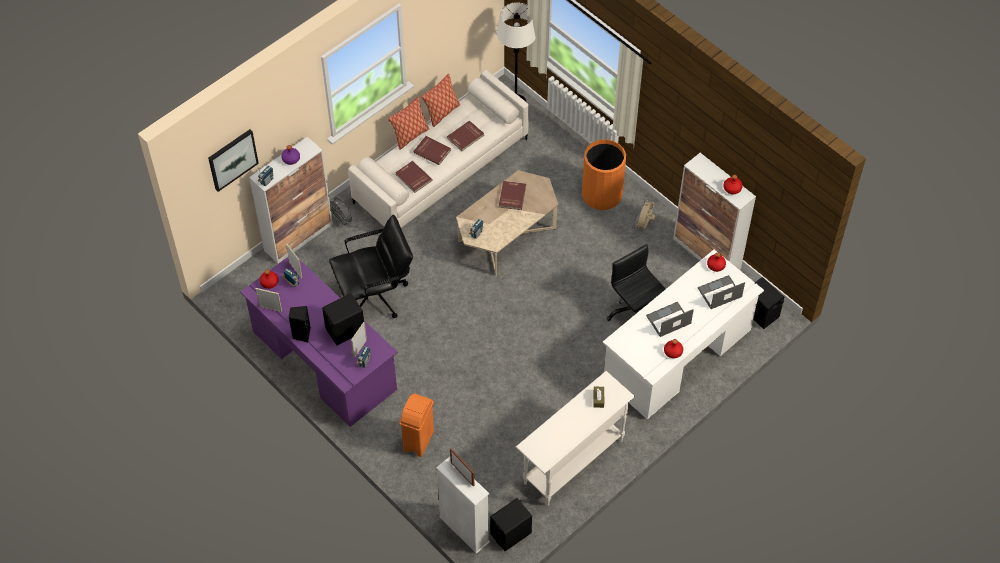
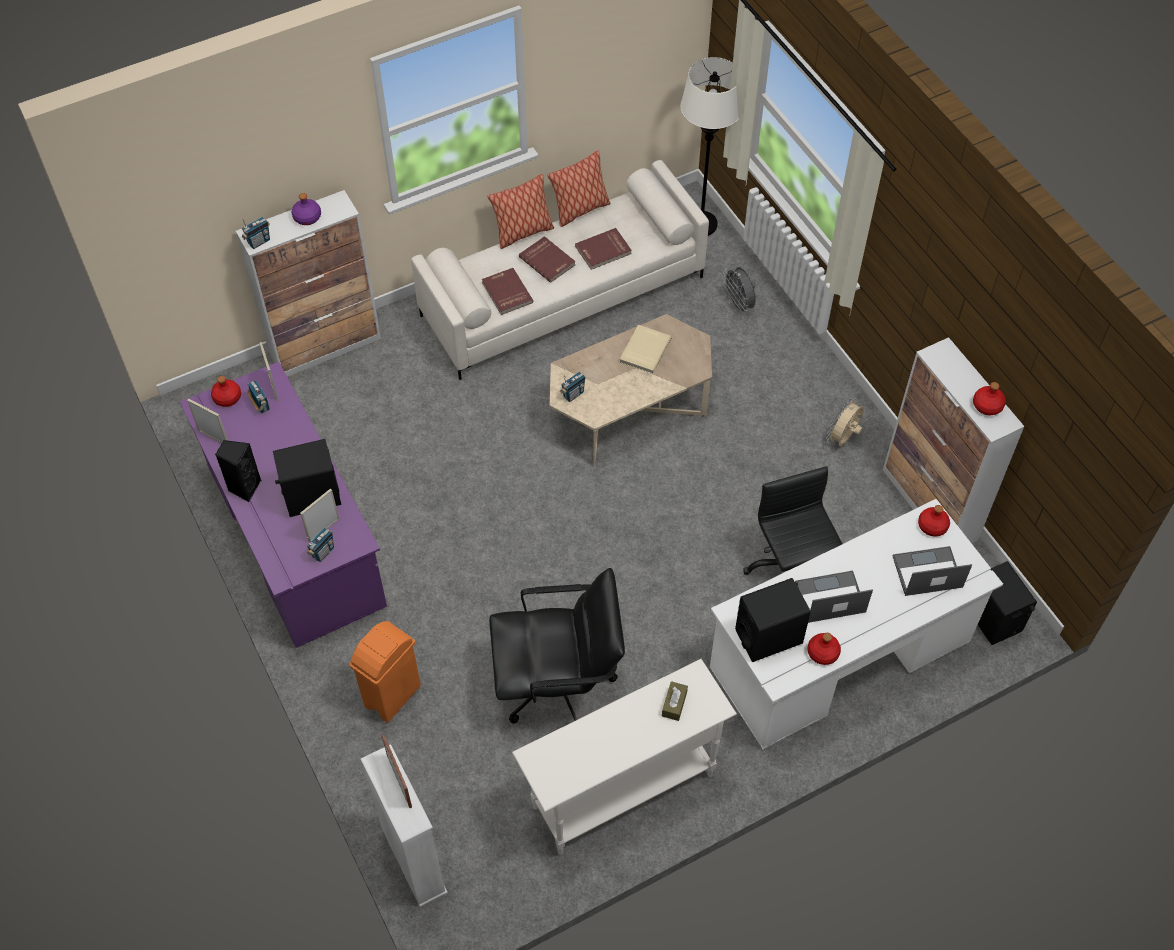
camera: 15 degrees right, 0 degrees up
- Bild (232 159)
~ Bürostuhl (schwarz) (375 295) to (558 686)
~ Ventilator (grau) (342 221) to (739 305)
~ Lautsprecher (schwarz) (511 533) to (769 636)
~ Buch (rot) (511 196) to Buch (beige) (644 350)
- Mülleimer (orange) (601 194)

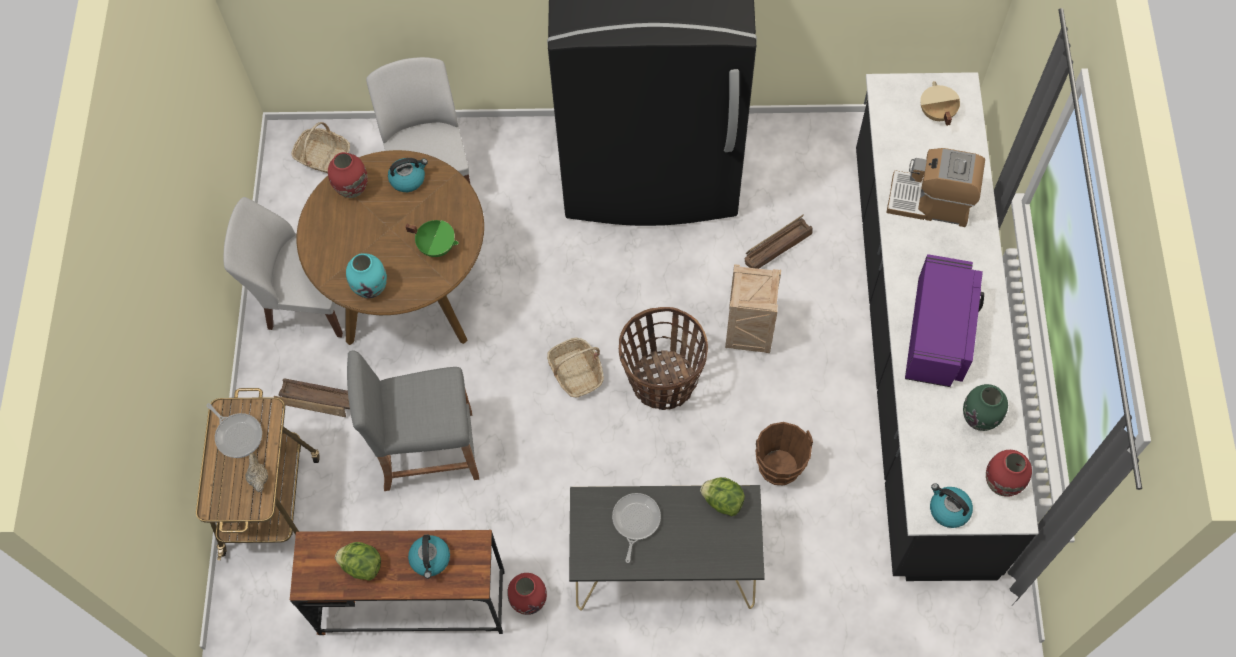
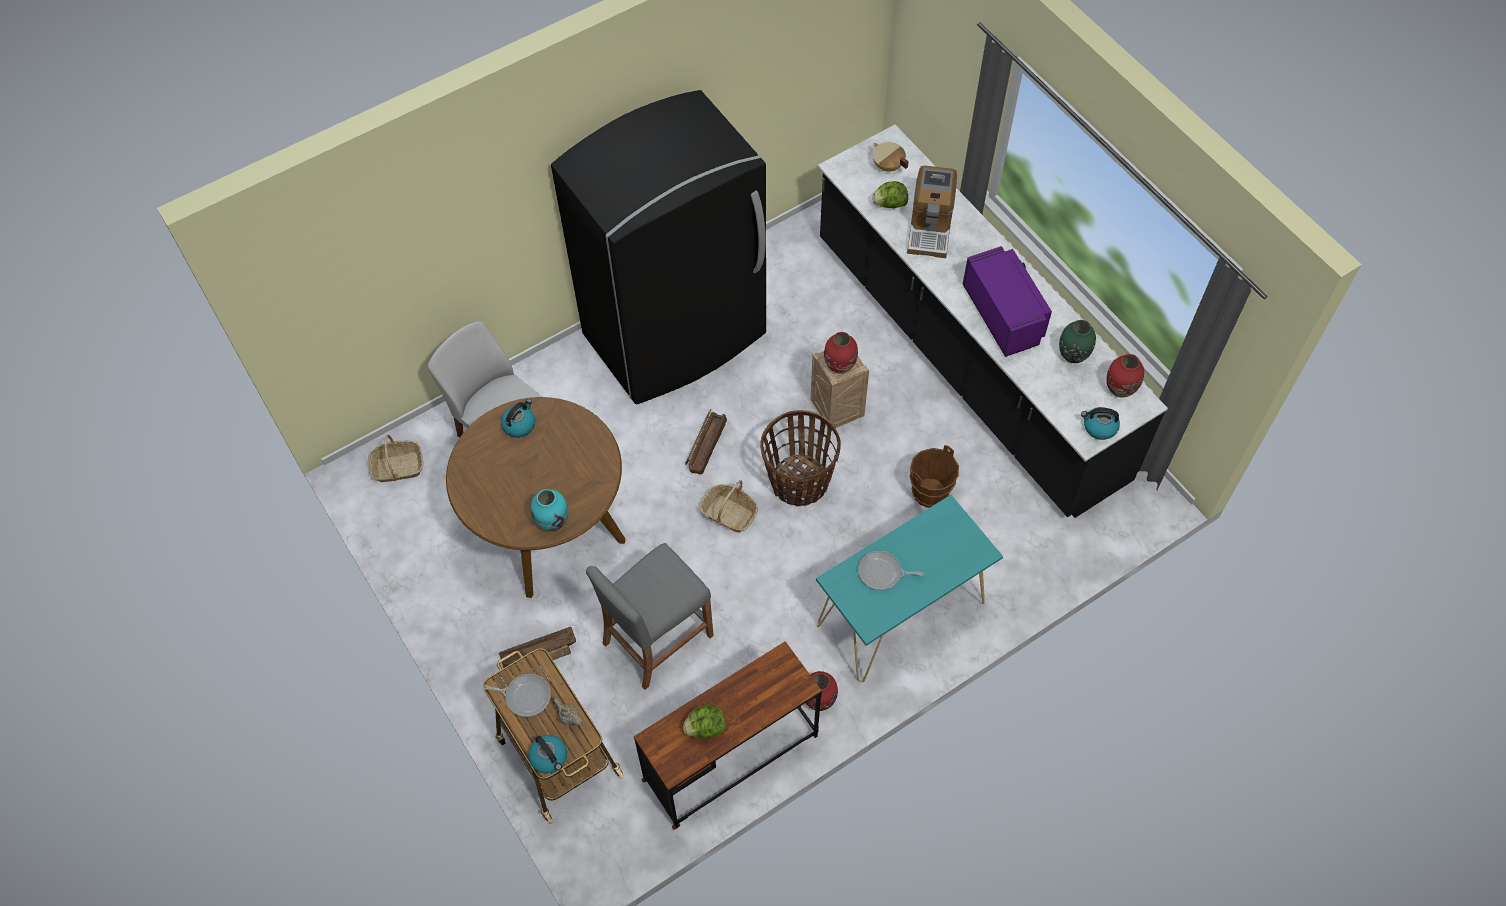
camera: 35 degrees left, 5 degrees down
- Stuhl (weiß) (309 300)
~ Vase (rot) (352 188) to (839 366)
- Kochtopf (grün) (437 246)
~ Wasserkessel (430 559) to (549 757)
~ Konsolentisch (schwarz) (663 567) to Konsolentisch (türkis) (900 614)
~ Pfanne (635 521) = (882 573) 60 degrees counterclockwise
~ Salatkopf (722 501) to (890 204)
~ Kiste (776 246) to (705 445)
~ Kaffeemaschine (931 201) = (930 228) 60 degrees counterclockwise

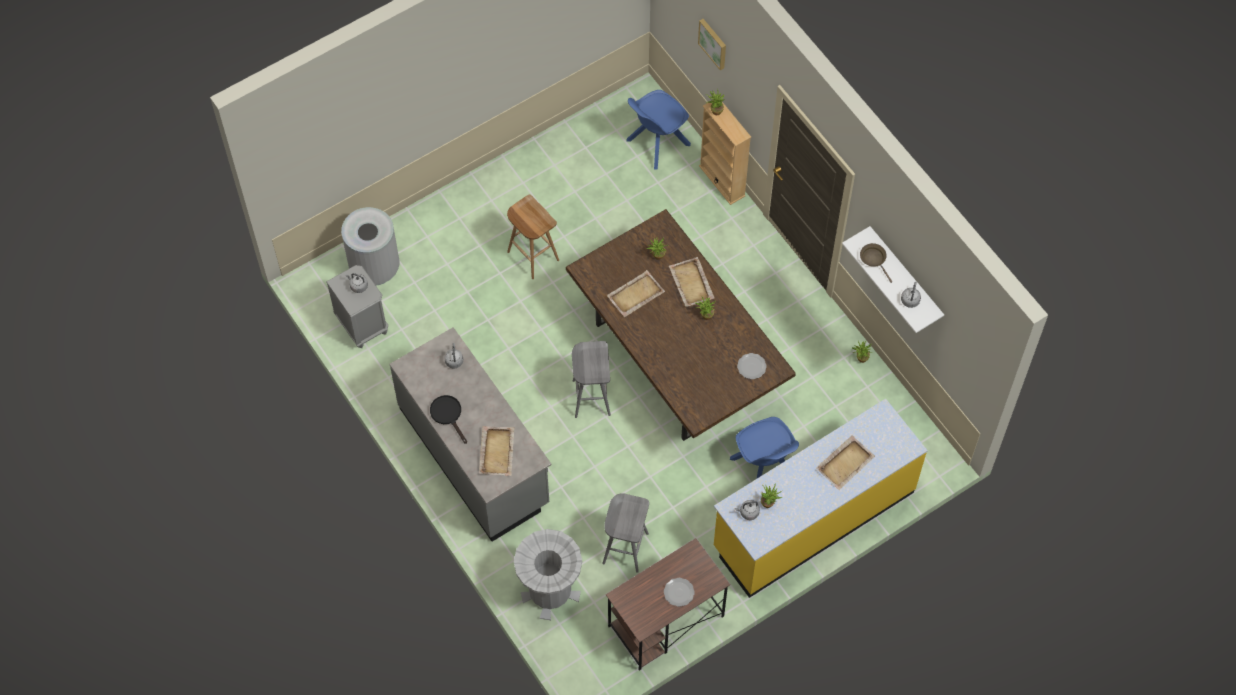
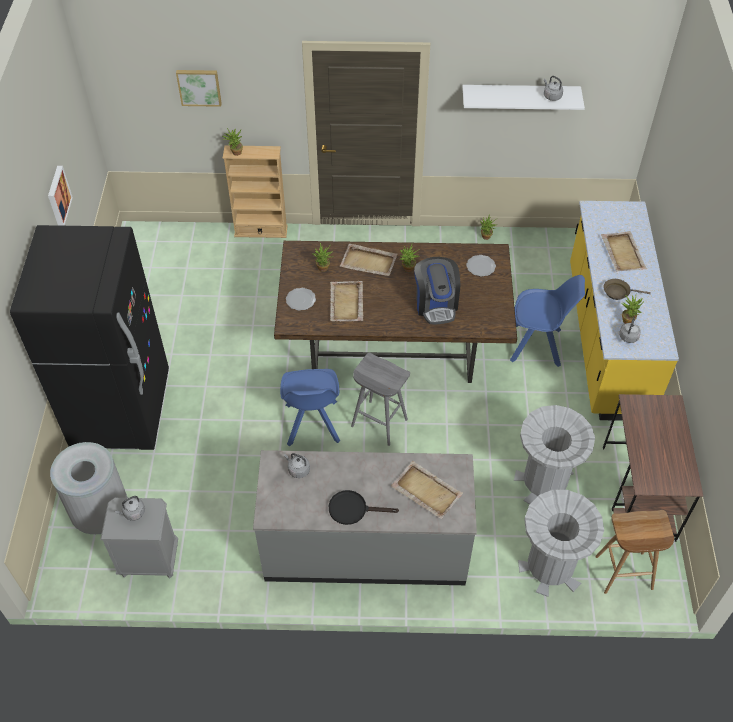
camera: 55 degrees left, 10 degrees down
~ Hocker (braun) (532 256) to (623 573)
~ Hocker (grau) (625 547) to Mülleimer (grau) (544 481)
~ Stuhl (blau) (656 143) to (312 424)
~ Teller (678 593) to (301 300)
~ Pfanne (braun) (874 259) to (618 292)
+ Kühlschrank (schwarz) (121 409)
+ Bild (58 196)
+ Kaffeemaschine (436 304)

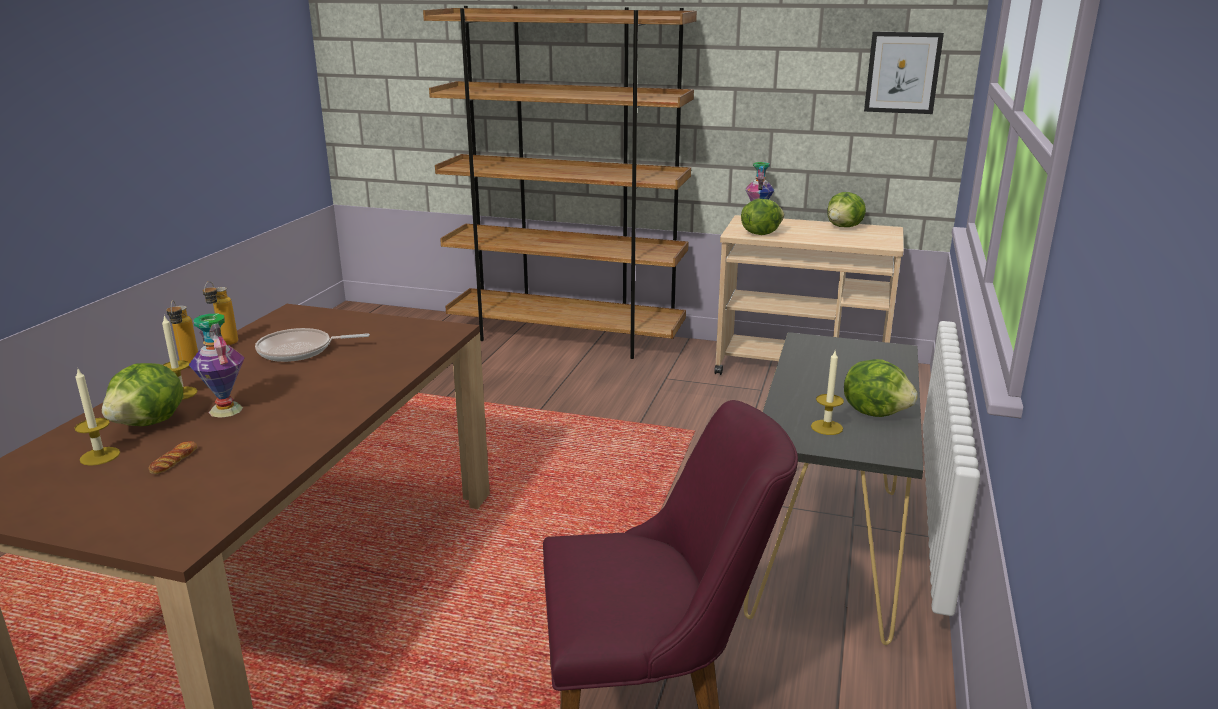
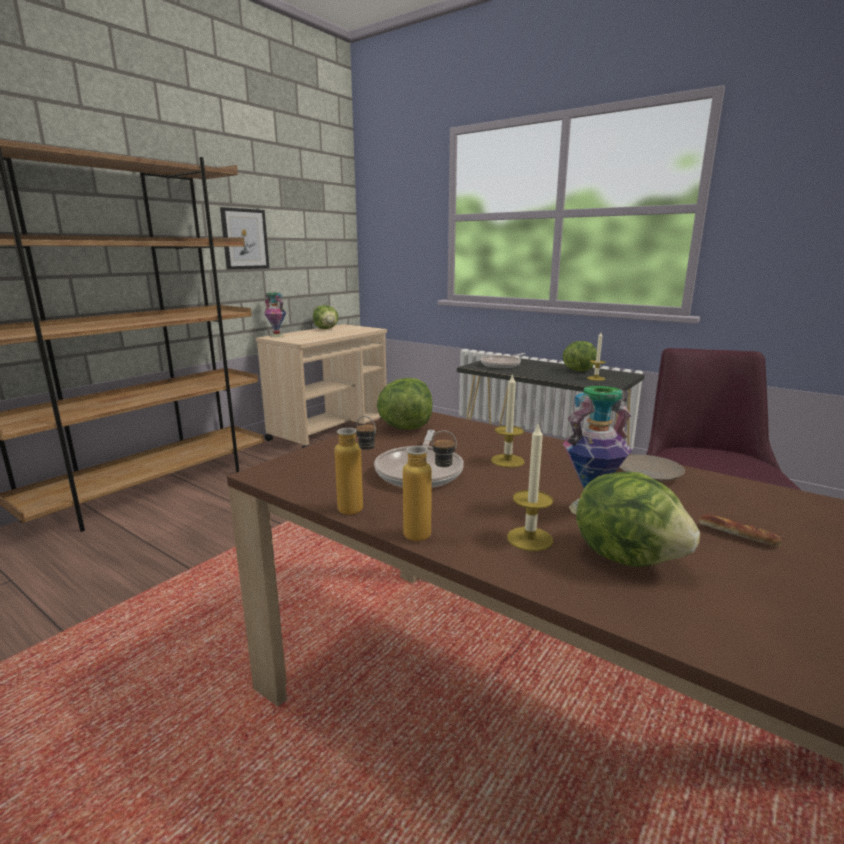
camera: 70 degrees left, 5 degrees down
~ Kerze (100 456) to (507 461)
~ Salatkopf (760 233) to (405 427)
~ Bild (902 72) to (245 239)
+ Pfanne (502 365)
+ Teller (beige) (648 475)

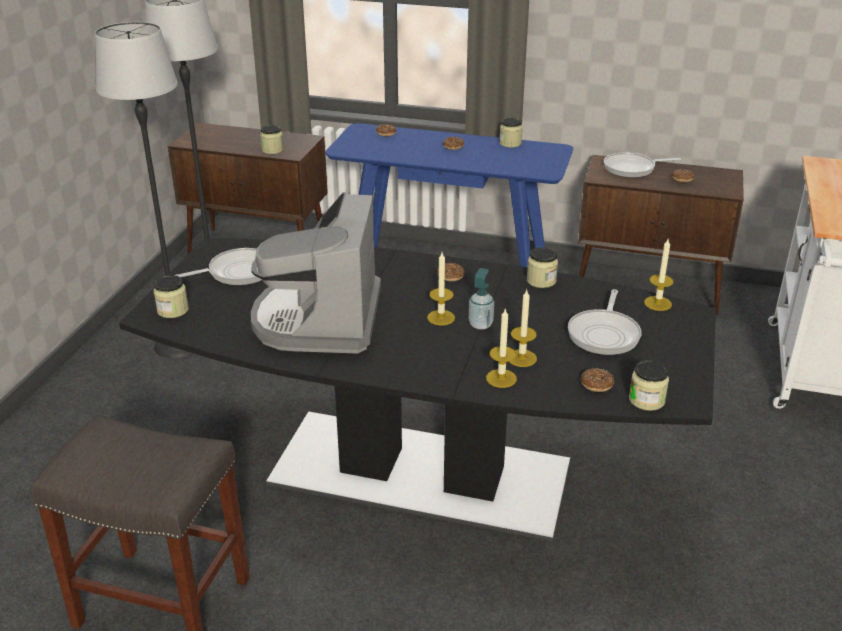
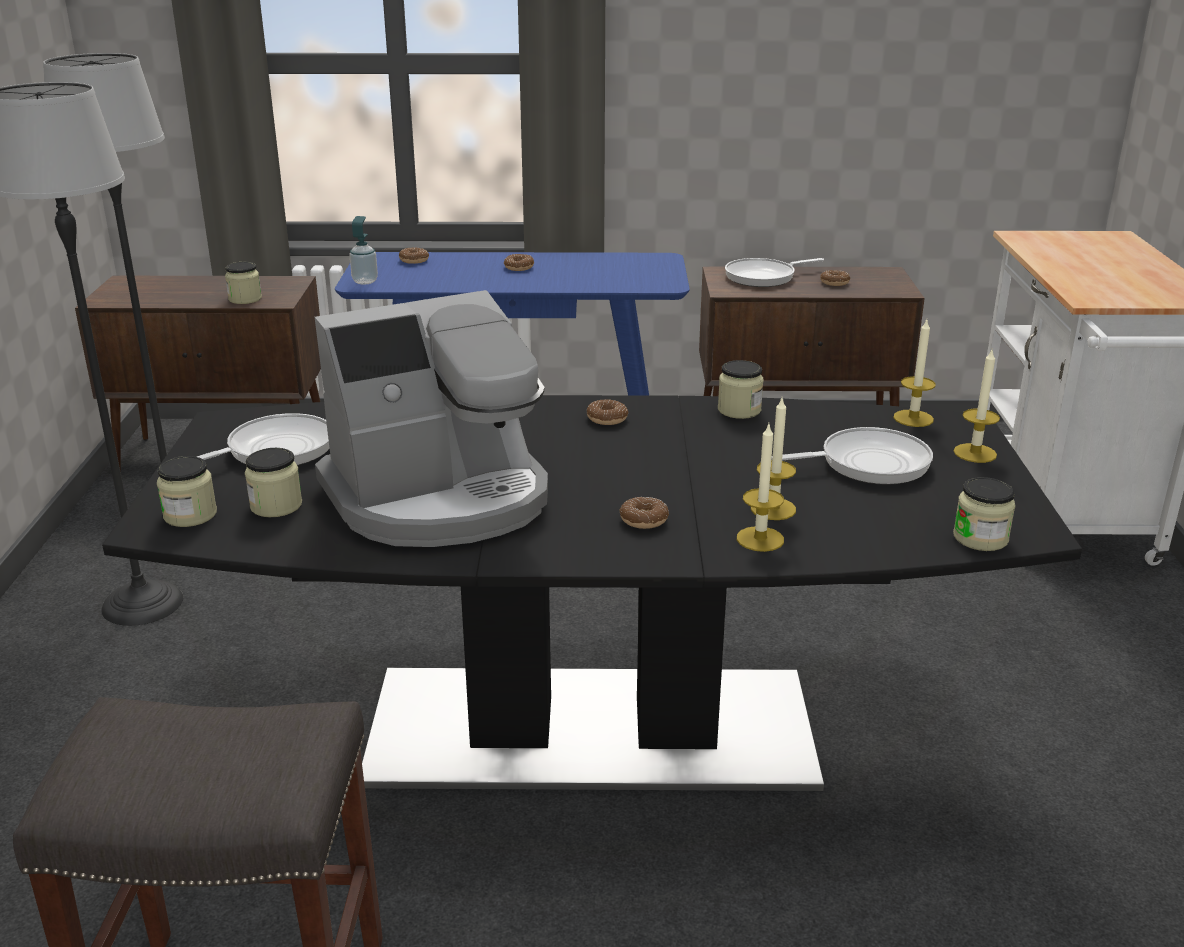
camera: 15 degrees left, 5 degrees down
~ Kaffeemaschine (319 319) = (440 498) 105 degrees counterclockwise
~ Kerze (441 317) to (975 453)
~ Seifenspender (480 324) to (365 281)
~ Vorratsglas (510 143) to (276 506)
~ Pfanne (604 334) = (868 463) 105 degrees counterclockwise
~ Donut (596 384) to (644 520)

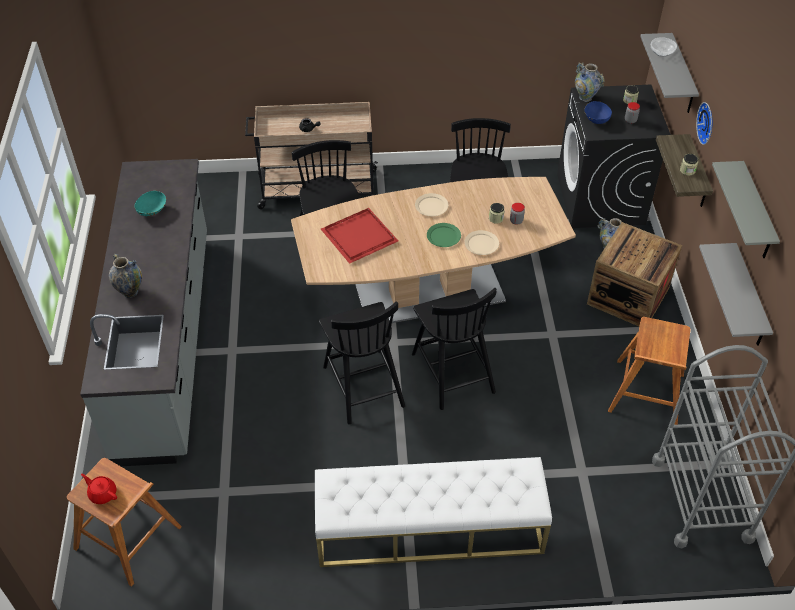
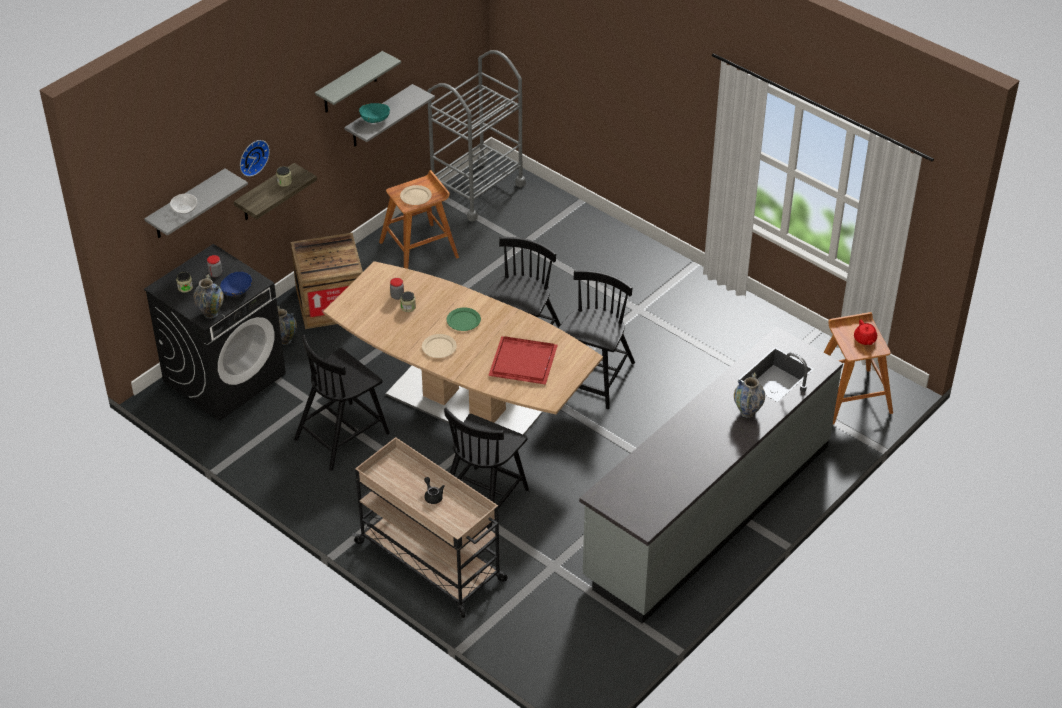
camera: 135 degrees left, 5 degrees down
~ Schüssel (türkis) (152 211) to (375 119)
- Bank (weiß) (429 529)
~ Teller (beige) (481 244) to (416 196)

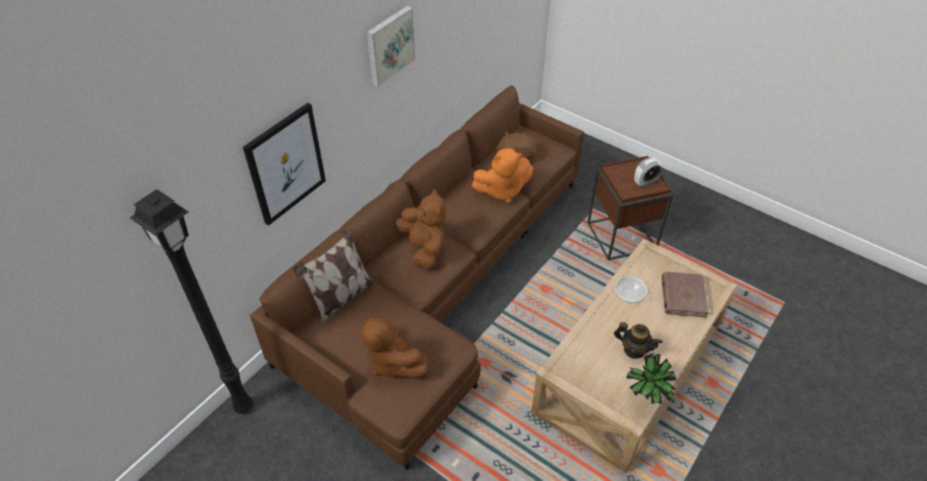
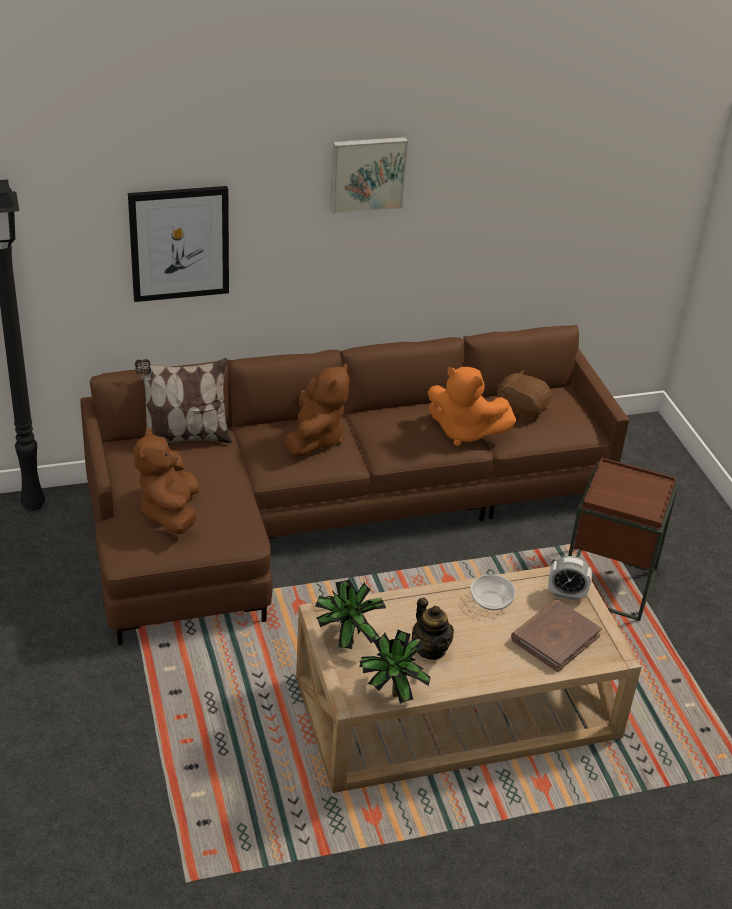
camera: 35 degrees right, 10 degrees down
~ Wecker (645 182) to (566 594)
+ Topfpflanze (346 640)

